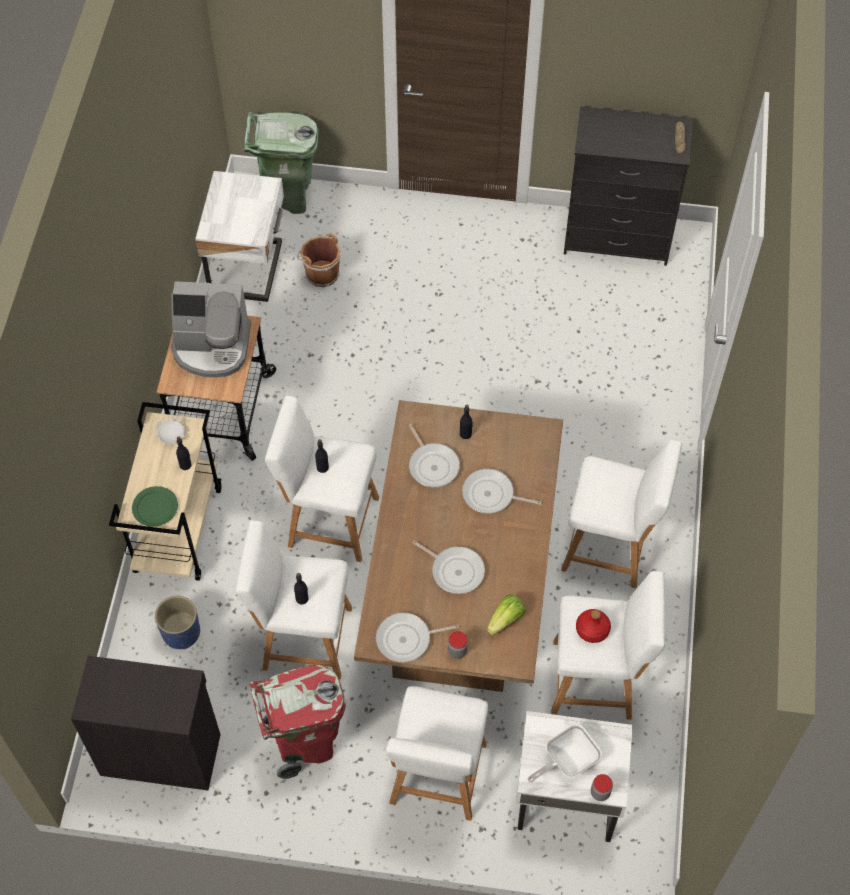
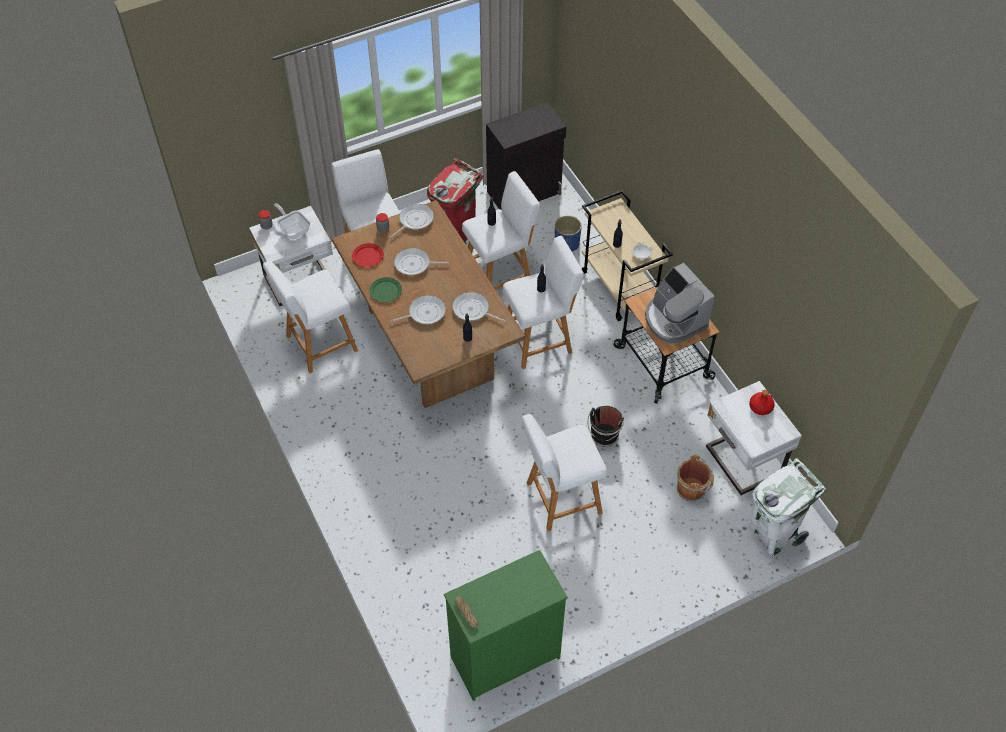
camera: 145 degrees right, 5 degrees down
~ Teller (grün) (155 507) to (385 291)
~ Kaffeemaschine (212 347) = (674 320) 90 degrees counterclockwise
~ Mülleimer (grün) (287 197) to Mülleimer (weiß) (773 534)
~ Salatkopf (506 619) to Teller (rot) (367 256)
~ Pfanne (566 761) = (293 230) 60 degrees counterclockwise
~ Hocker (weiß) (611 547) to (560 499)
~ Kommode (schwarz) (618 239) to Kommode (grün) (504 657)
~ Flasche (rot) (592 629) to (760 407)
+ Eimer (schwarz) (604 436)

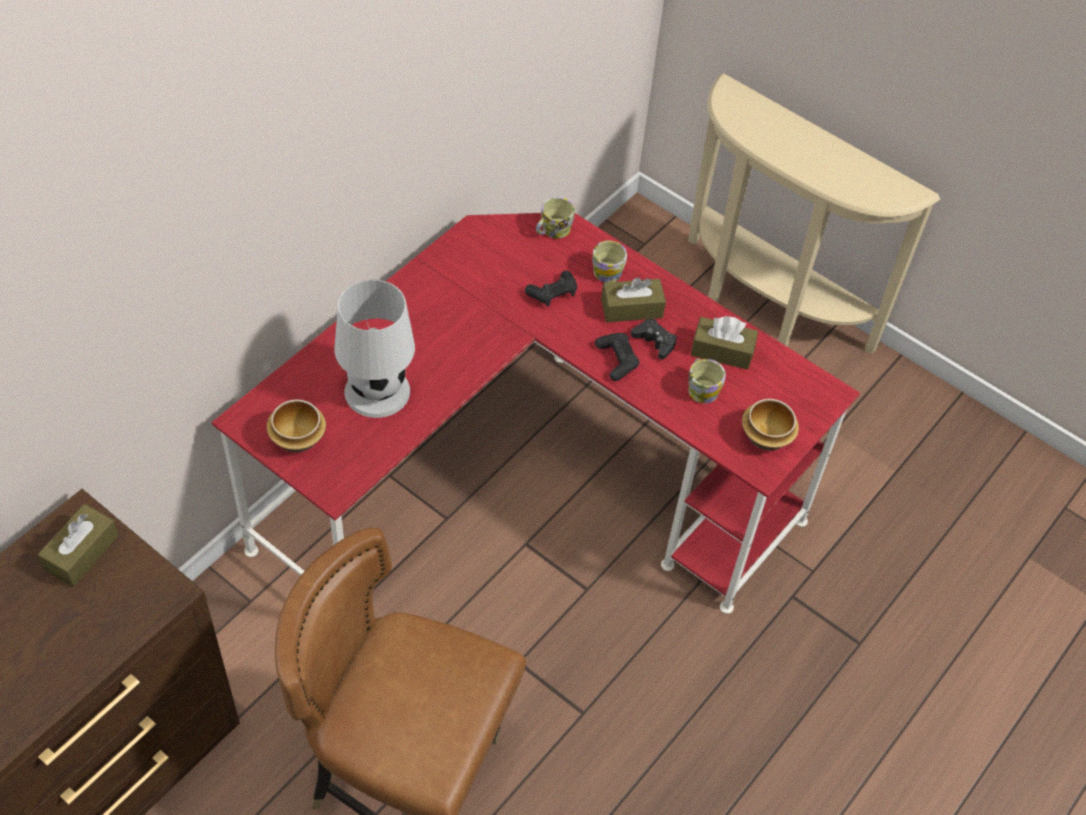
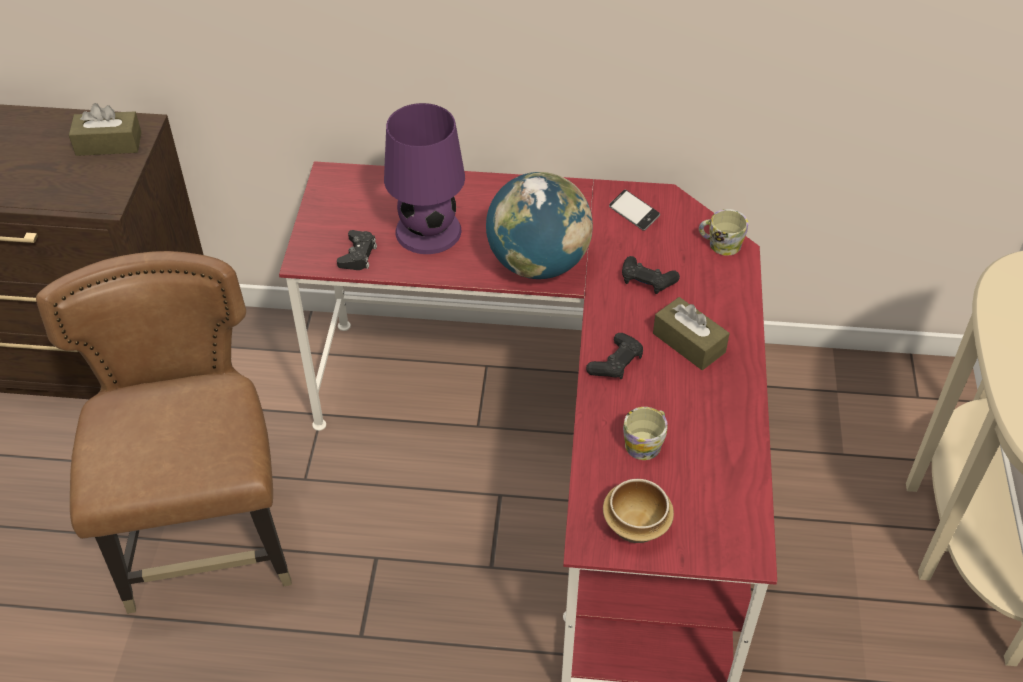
camera: 60 degrees right, 5 degrees down
- Schüssel (297 437)
~ Tischlampe (weiß) (378 391) to Tischlampe (lila) (428 231)
- Henkelbecher (609 269)
~ Gamepad (schwarz) (654 342) to (358 255)
- Taschentuchbox (braun) (722 351)
+ Globus (538 263)
+ Handy (633 213)

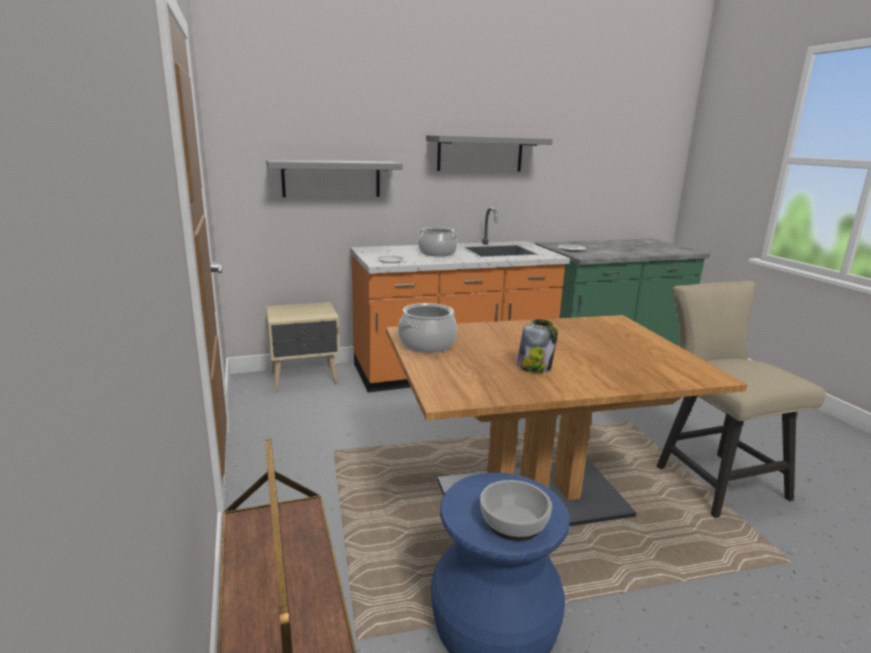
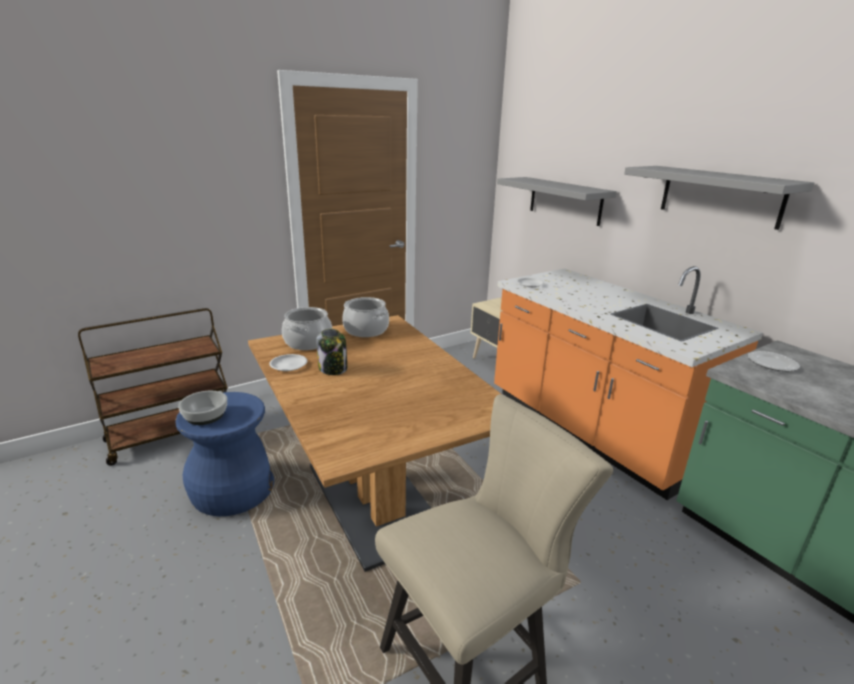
camera: 75 degrees right, 5 degrees up
~ Kochtopf (437 253) to (308 342)
+ Teller (weiß) (288 365)

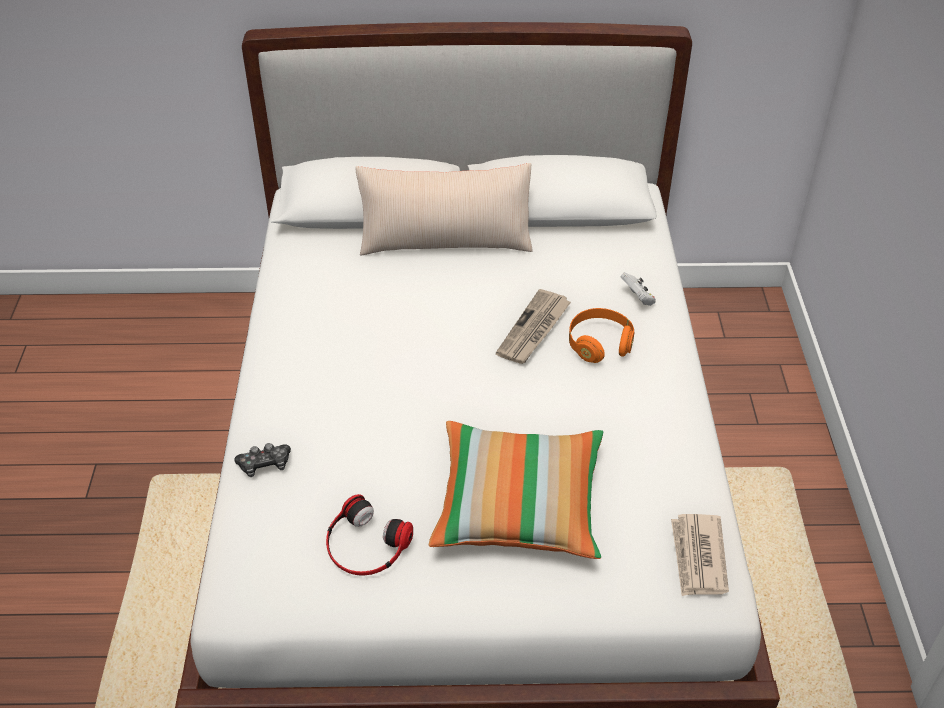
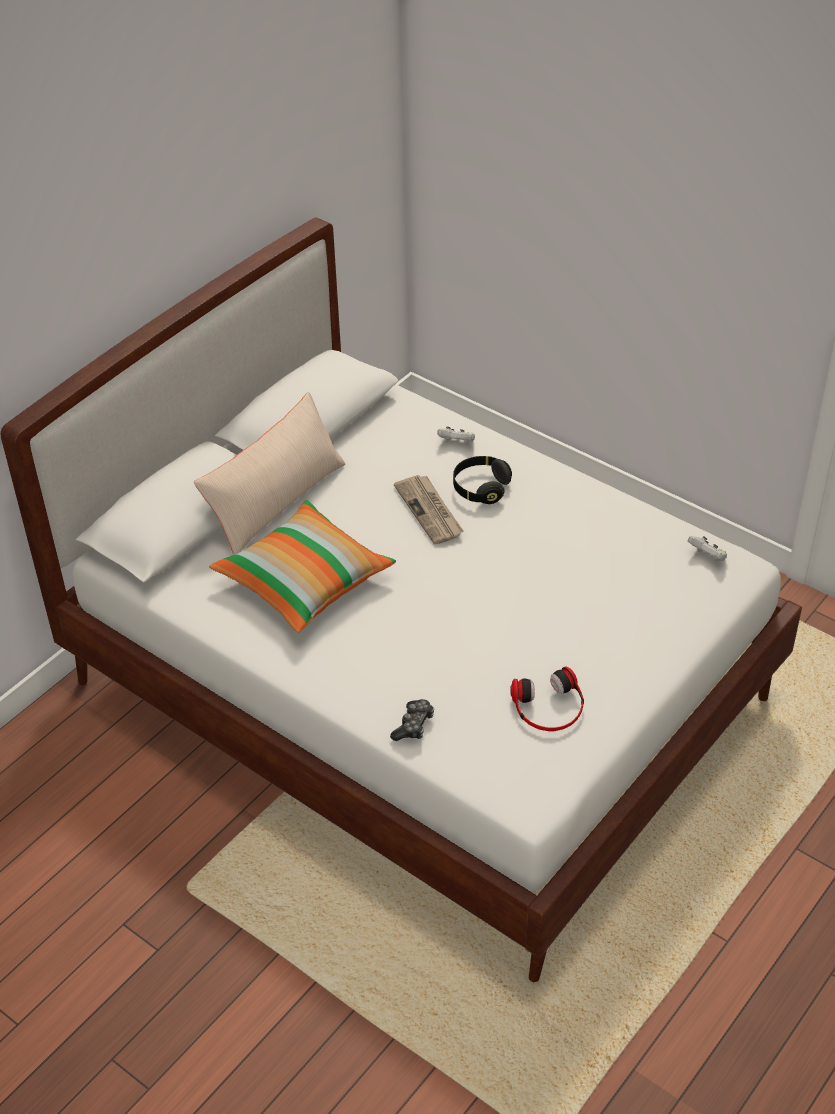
camera: 50 degrees left, 0 degrees up
~ Kissen (519 505) to (304 581)
~ Kopfhörer (orange) (599 344) to Kopfhörer (schwarz) (481 488)
~ Zeitung (698 557) to Gamepad (weiß) (707 557)

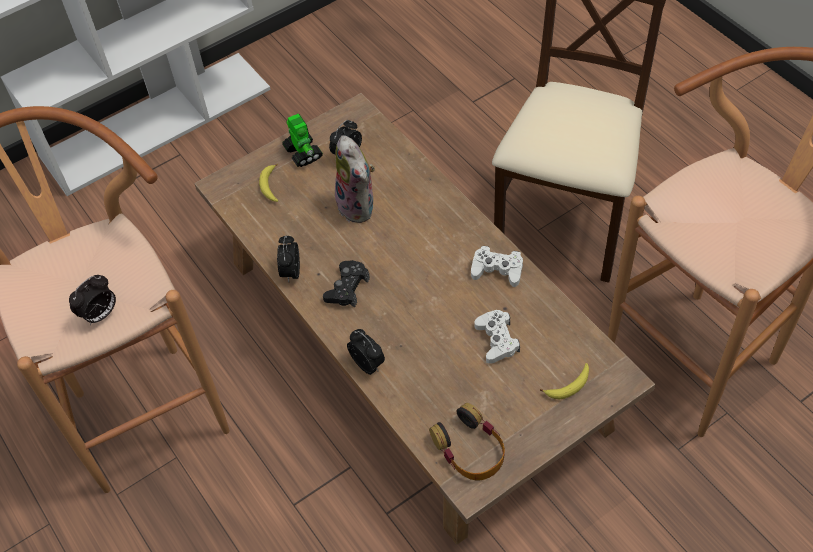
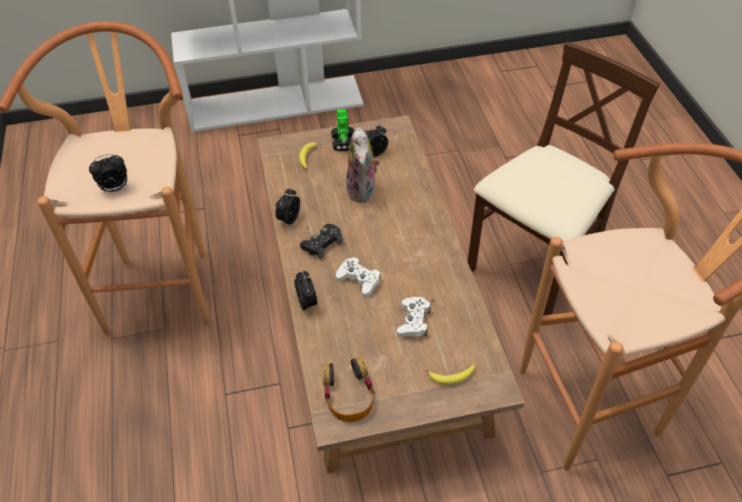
camera: 20 degrees right, 5 degrees down
~ Gamepad (weiß) (497 270) to (359 280)

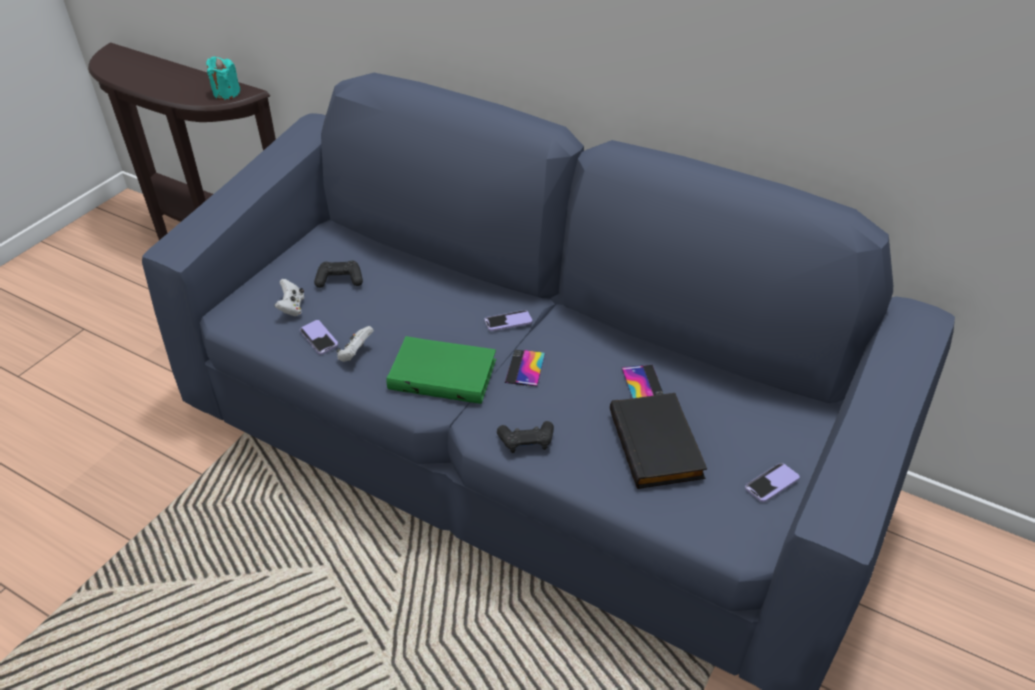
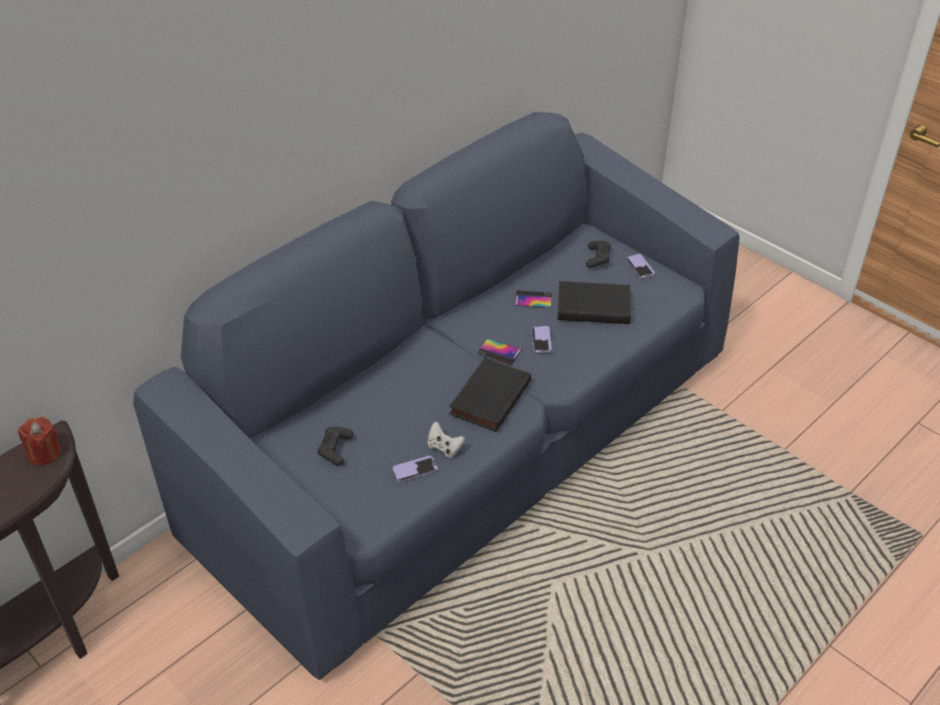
camera: 75 degrees left, 0 degrees up
~ Kerze (türkis) (226 93) to Kerze (rot) (45 454)
- Gamepad (weiß) (292 307)
~ Buch (grün) (444 373) to Buch (schwarz) (489 397)
~ Handy (508 322) to (541 340)
~ Gamepad (schwarz) (526 441) to (597 258)

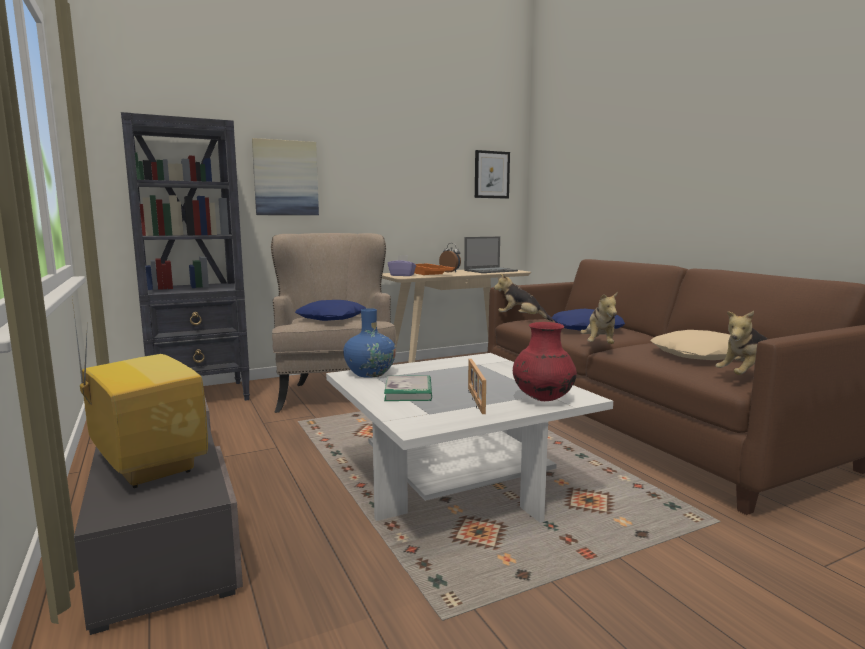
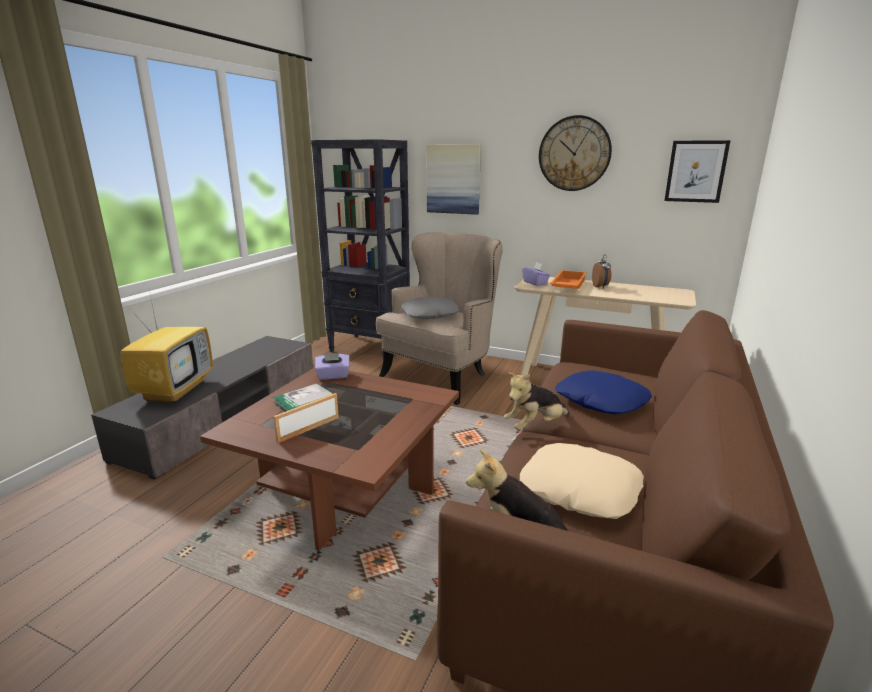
camera: 50 degrees right, 10 degrees up
~ Kissen (blau) (332 318) to Kissen (grau) (430 314)
~ Couchtisch (weiß) (457 483) to Couchtisch (braun) (346 488)
~ Vase (blau) (370 373) to Taschentuchbox (lila) (333 376)
- Laptop (491 271)
- Plüschtier (521 318)
- Vase (rot) (542 399)
+ Wanduhr (574 154)

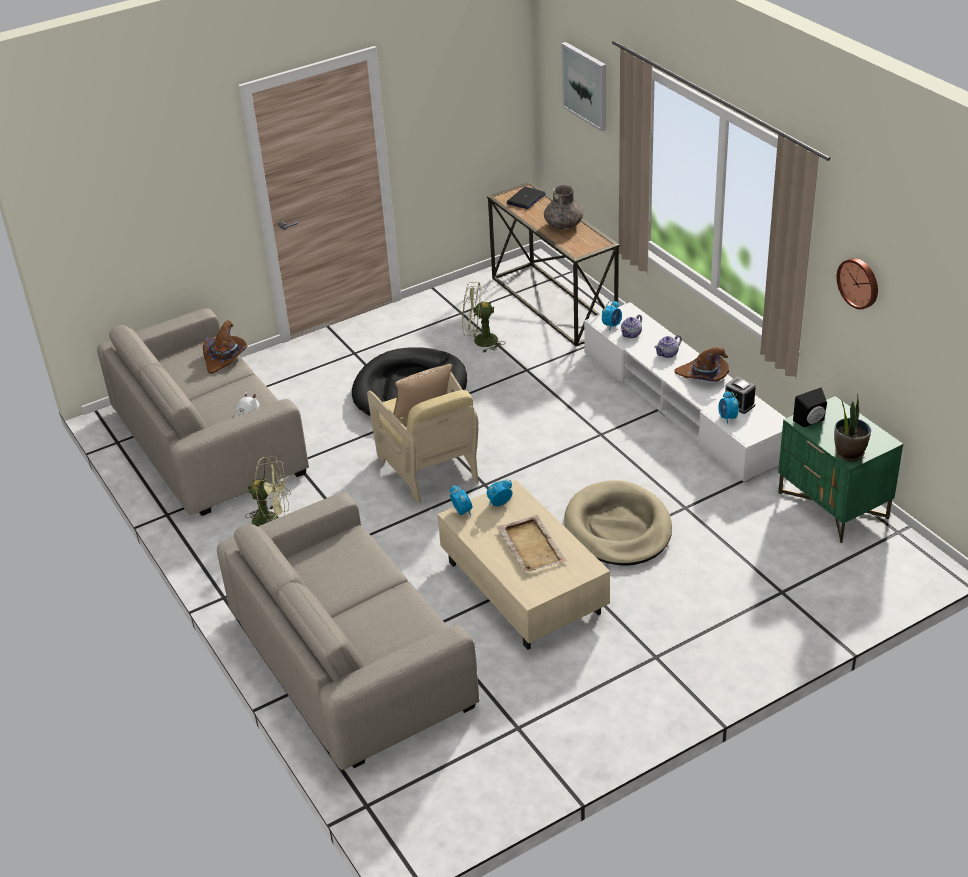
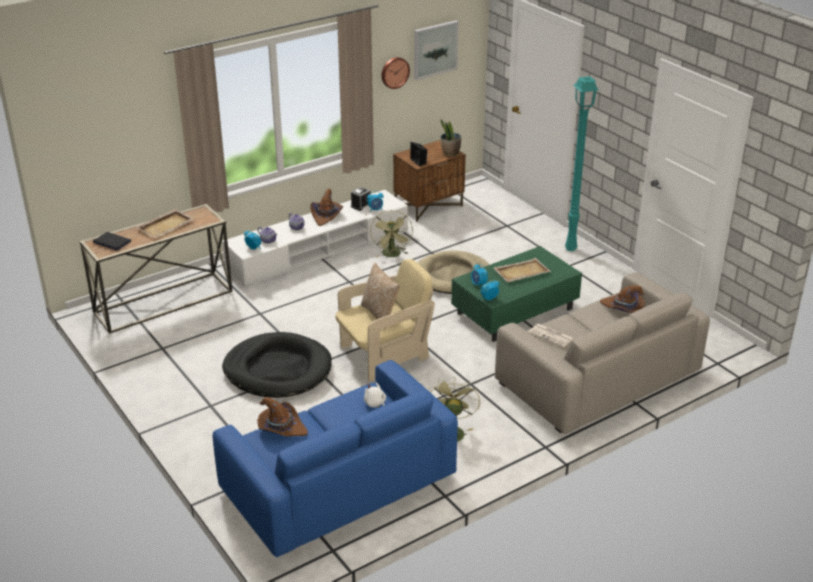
camera: 95 degrees left, 5 degrees down
~ Sofa (beige) (208 441) to Sofa (blau) (338 484)
~ Couchtisch (beige) (522 586) to Couchtisch (grün) (514 311)
~ Ventilator (grün) (480 341) to (392 255)
~ Vase (grau) (564 225) to Tablett (beige) (166 225)
~ Bild (585 86) to (435 49)
~ Nachttisch (grün) (833 506) to Nachttisch (braun) (429 206)
+ Zeitung (551 336)
+ Stehlampe (türkis) (571 249)
+ Hut (braun) (623 308)

